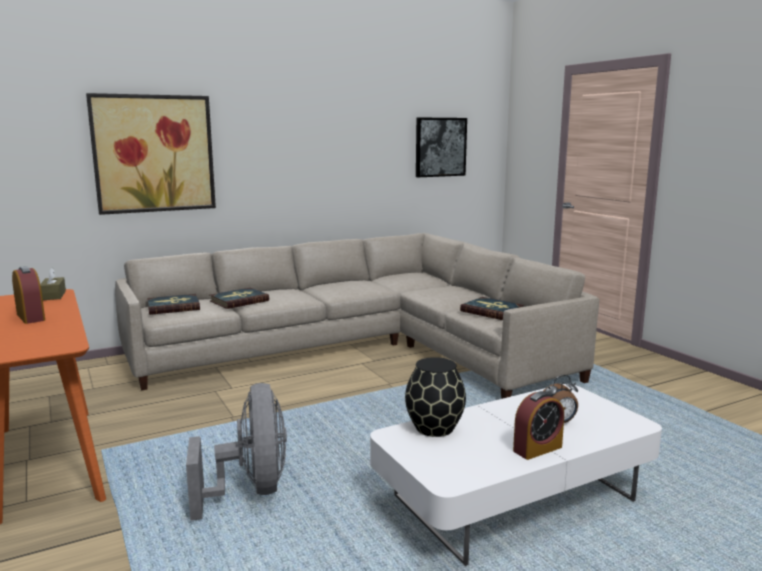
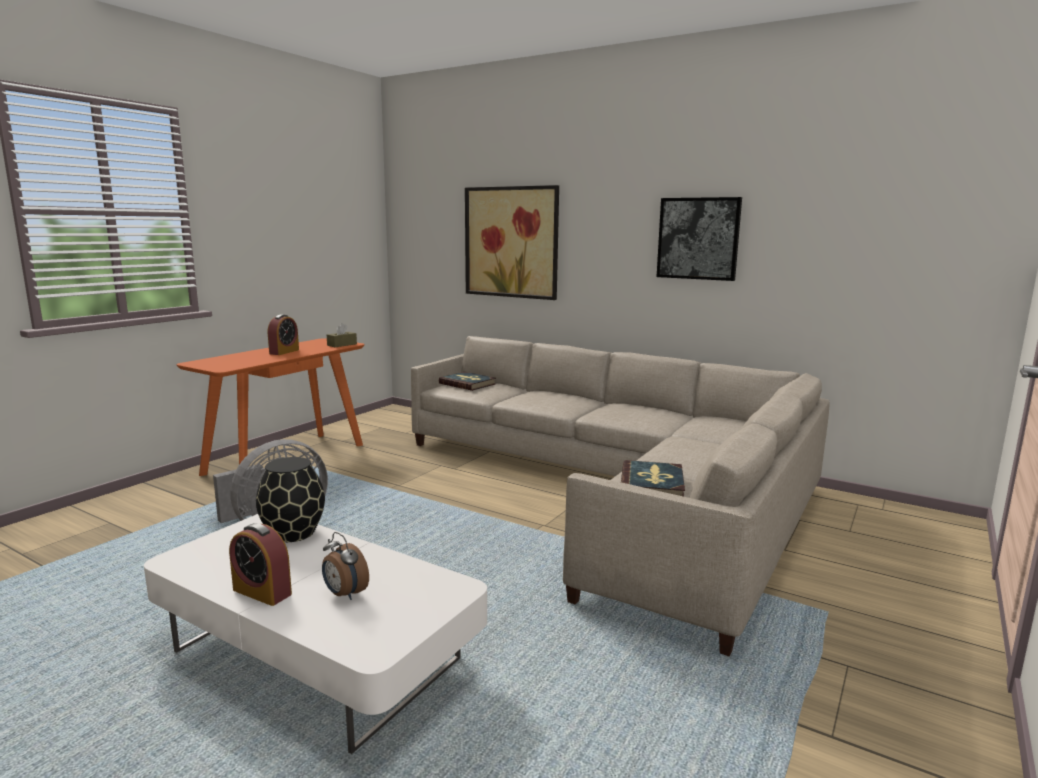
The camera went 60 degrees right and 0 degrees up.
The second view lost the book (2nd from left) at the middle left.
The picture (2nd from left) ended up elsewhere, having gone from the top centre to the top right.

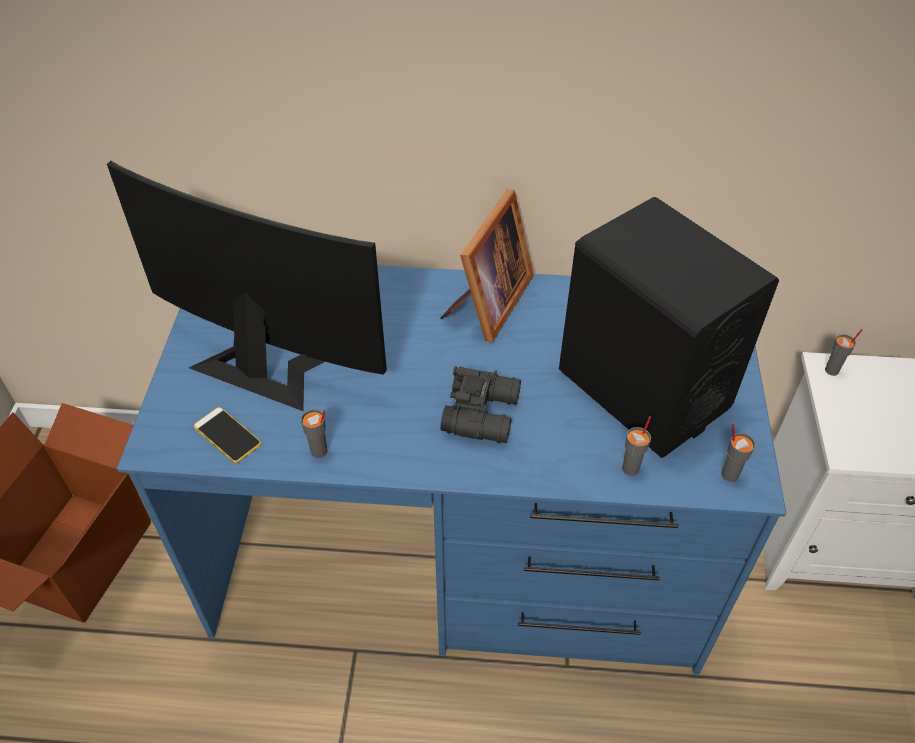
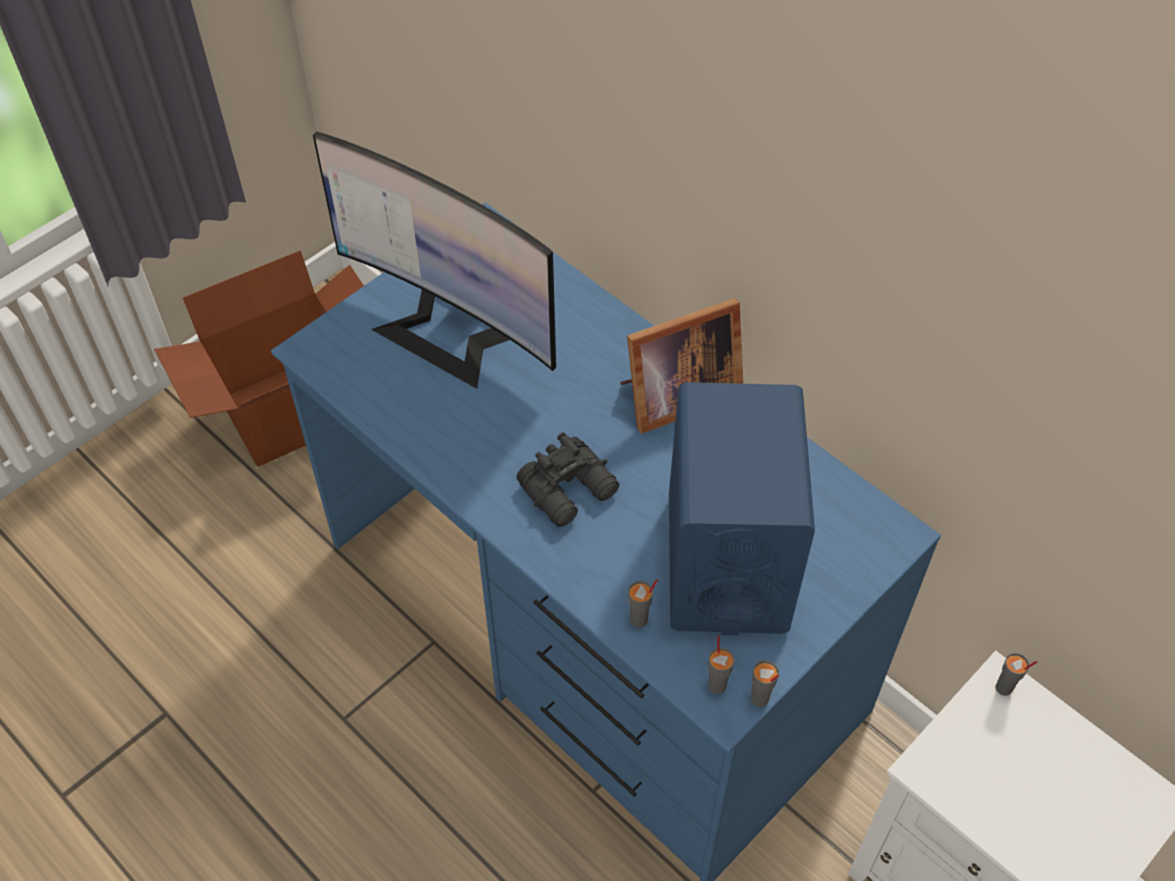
The camera went 40 degrees right and 5 degrees up.
The monitor at the middle left ended up facing another way, 150 degrees clockwise from before.
The second view lost the phone at the middle left.
The cup in grey (1st from left in the first image) ended up elsewhere, having gone from the centre to the bottom centre.
What was the speaker in black at the middle right turned into the speaker in blue at the centre.

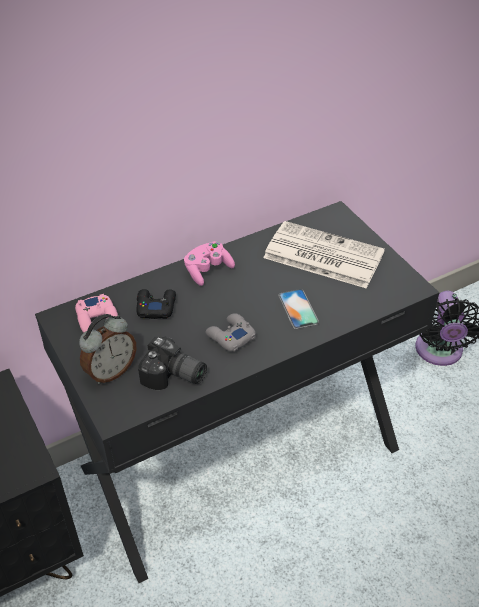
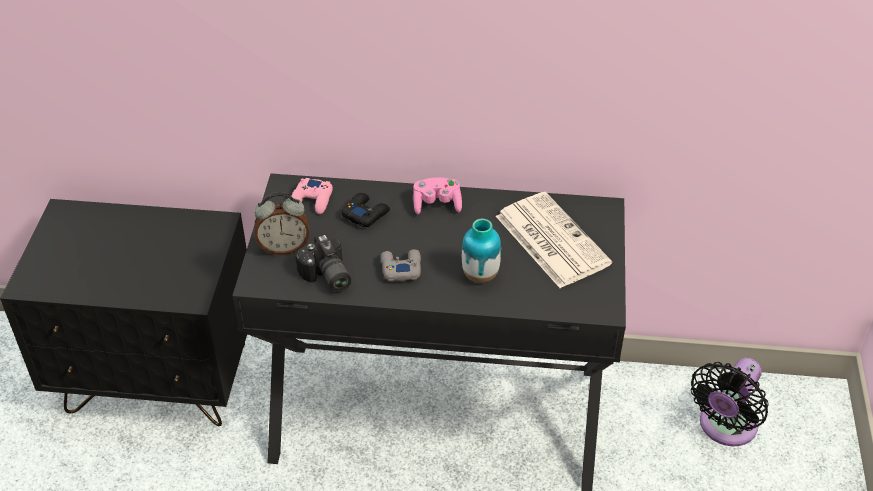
The camera went 35 degrees right and 0 degrees up.
Where the phone stood at the centre, the vase came to stand at the centre.

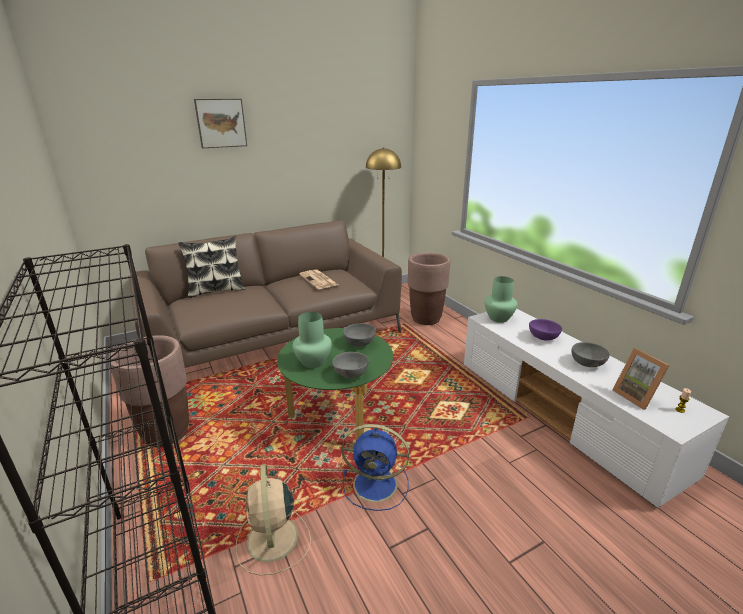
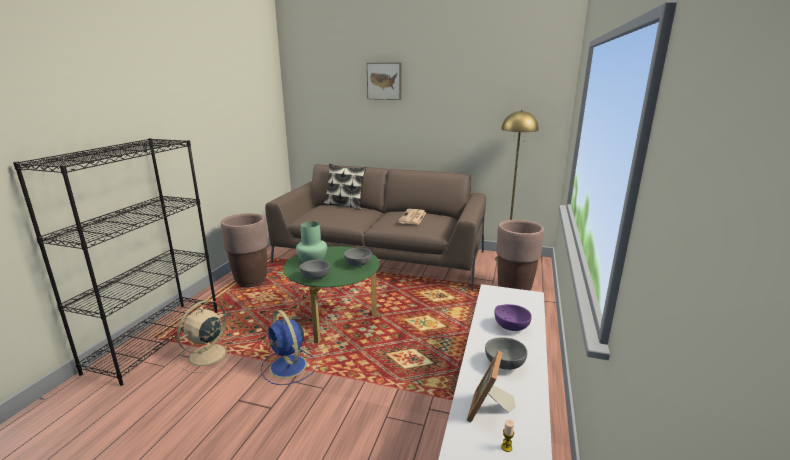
The camera went 45 degrees right and 5 degrees down.
The second view lost the vase in green (2nd from left) at the middle right.

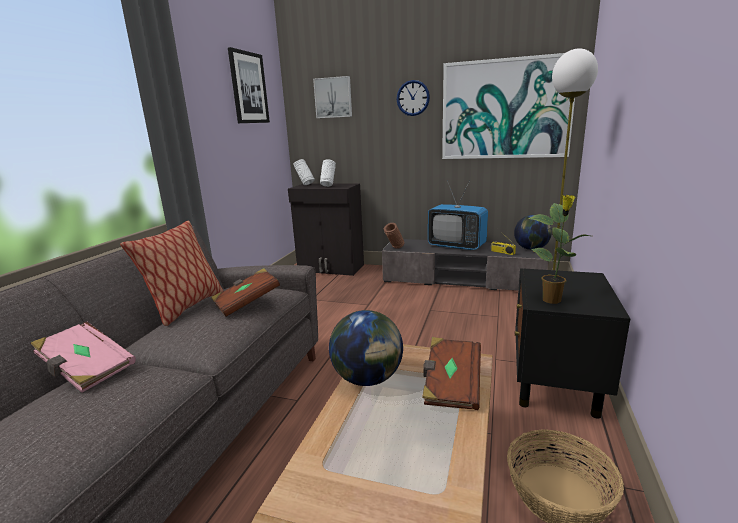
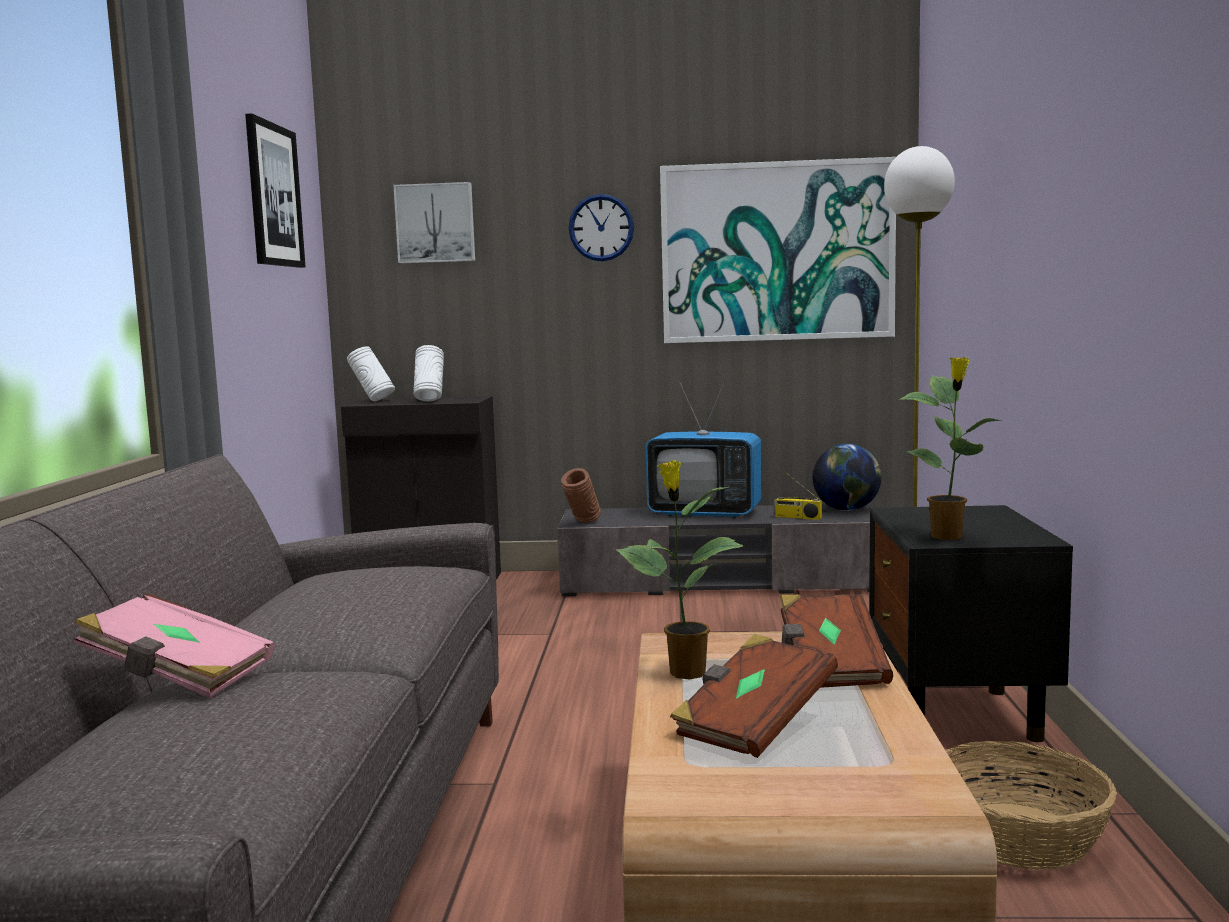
The camera went 15 degrees left and 10 degrees down.
The second view lost the pillow at the middle left.
The book in brown (1st from left) ended up elsewhere, having gone from the middle left to the bottom centre.
Where the globe (1st from left) stood at the centre, the potted plant (1st from left) came to stand at the centre.

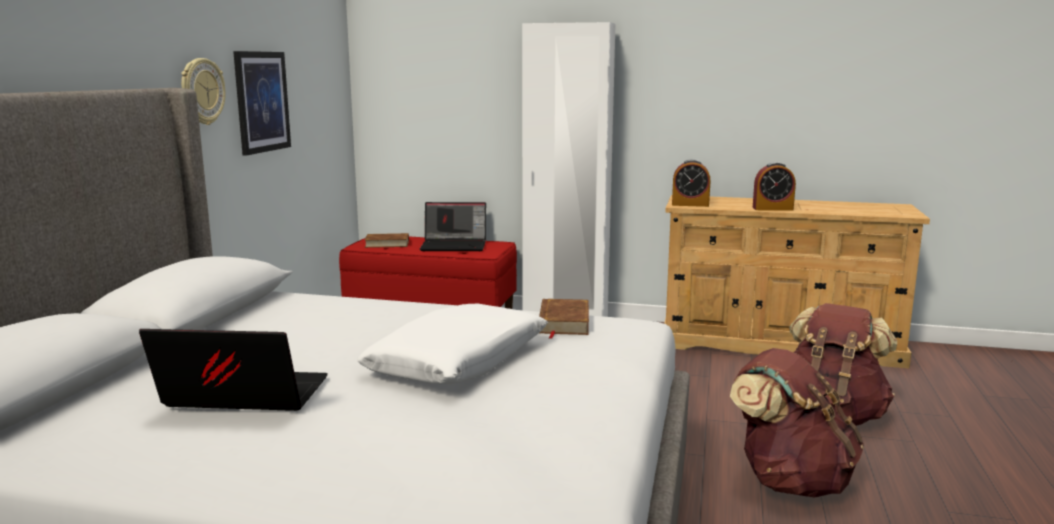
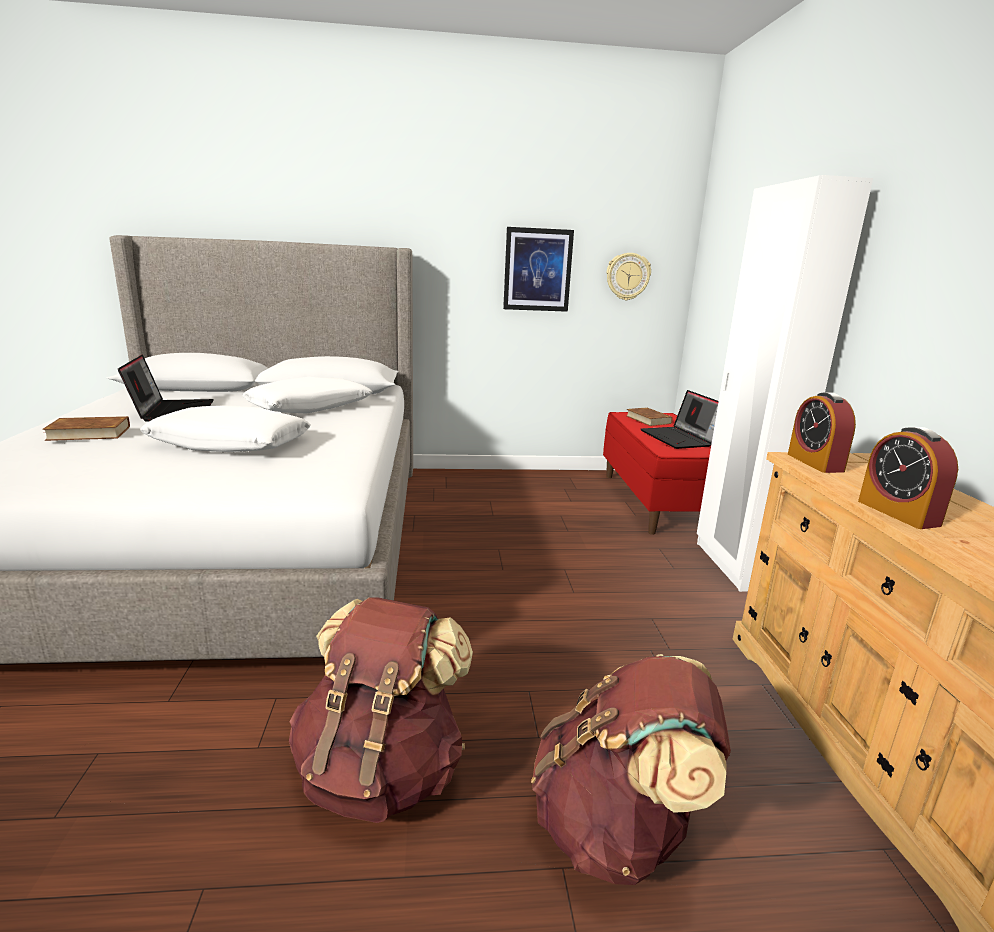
The camera went 70 degrees right and 5 degrees up.
The wall clock ended up elsewhere, having gone from the top left to the top centre.
The book in brown (2nd from left in the first image) ended up elsewhere, having gone from the centre to the middle left.
The second view gained the pillow in white (2nd from left) at the middle left.

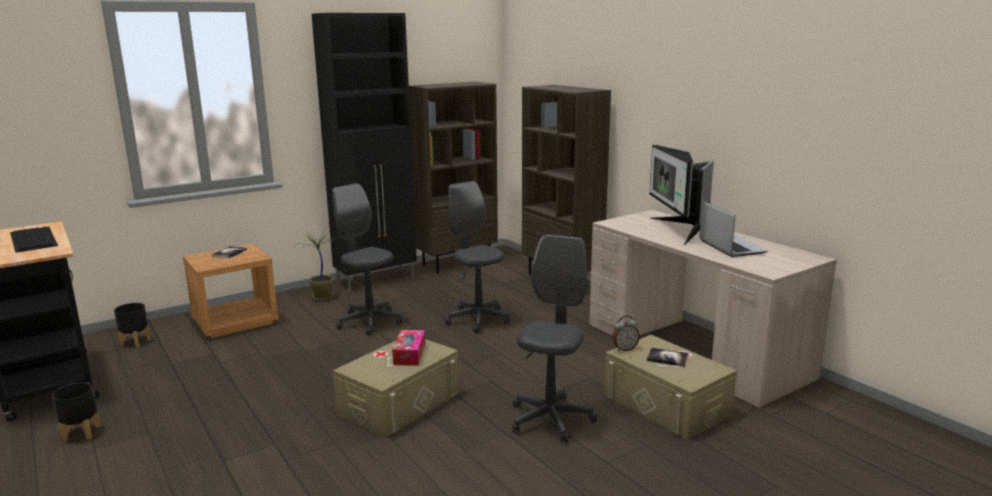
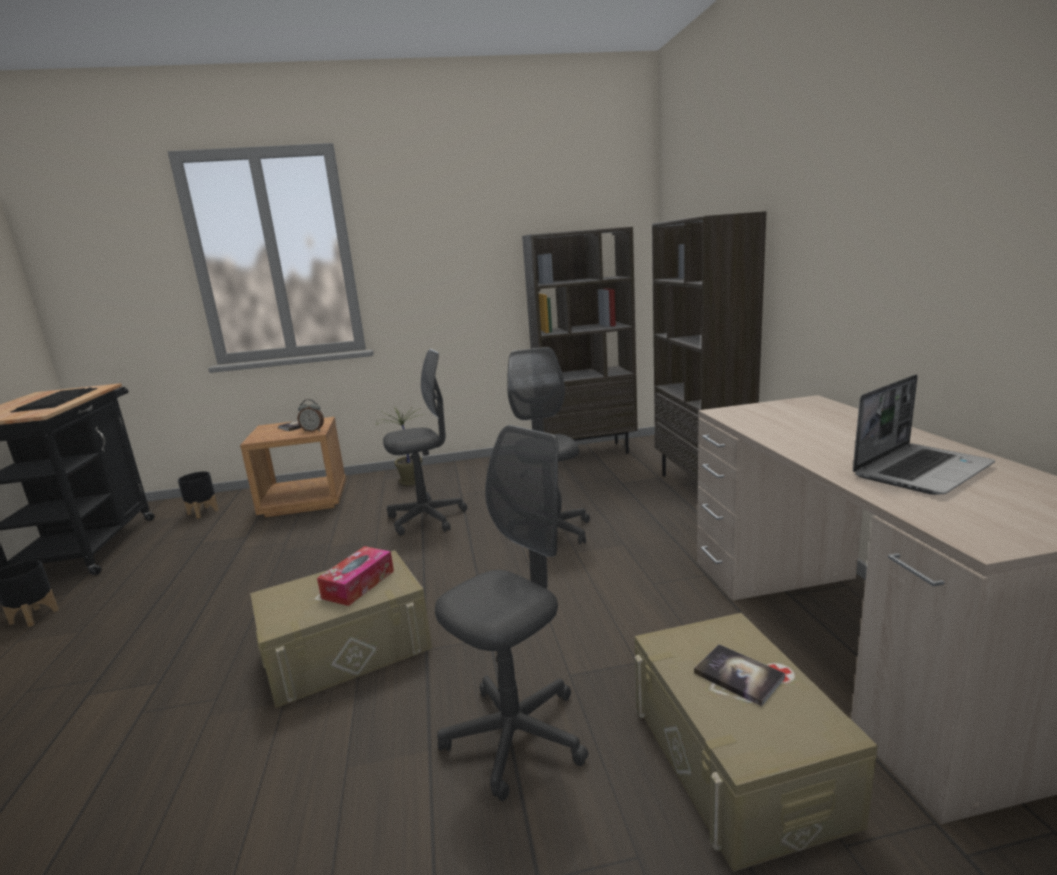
The camera went 25 degrees right and 0 degrees up.
The second view lost the cabinet in black at the top centre.
The office chair in grey (1st from left) at the centre ended up facing another way, 90 degrees clockwise from before.
The alarm clock ended up elsewhere, having gone from the bottom centre to the middle left.
The second view lost the monitor at the middle right.
The laptop at the middle right ended up facing another way, 45 degrees clockwise from before.

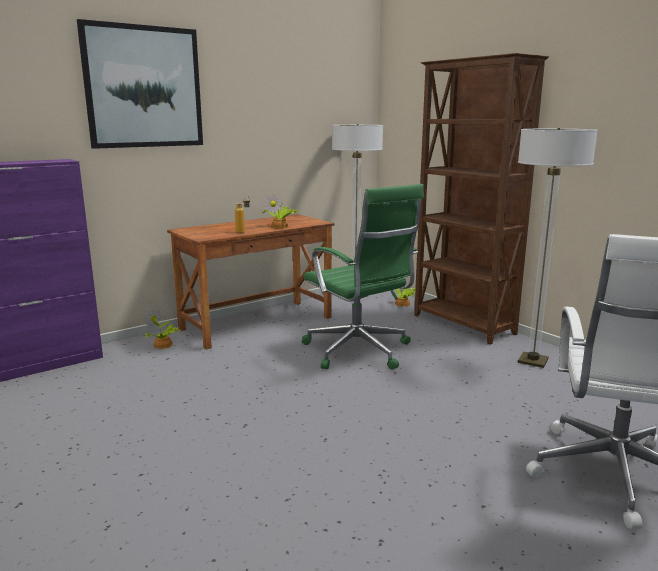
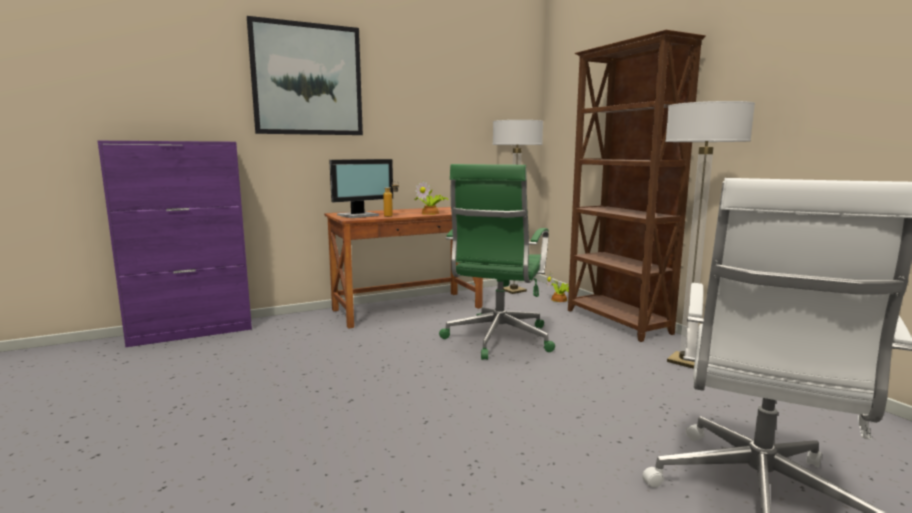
The camera went 10 degrees right and 5 degrees down.
The second view lost the potted plant (1st from left) at the middle left.
The office chair in green at the centre ended up facing another way, 45 degrees clockwise from before.
The second view gained the monitor at the centre.

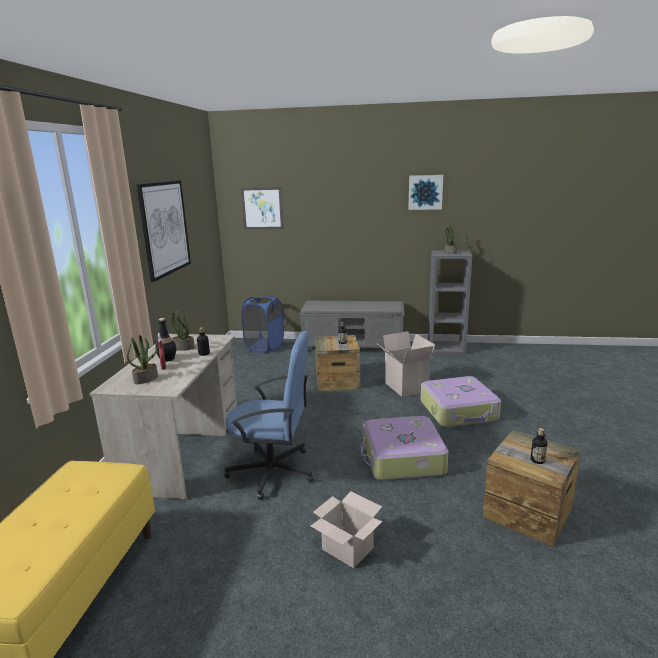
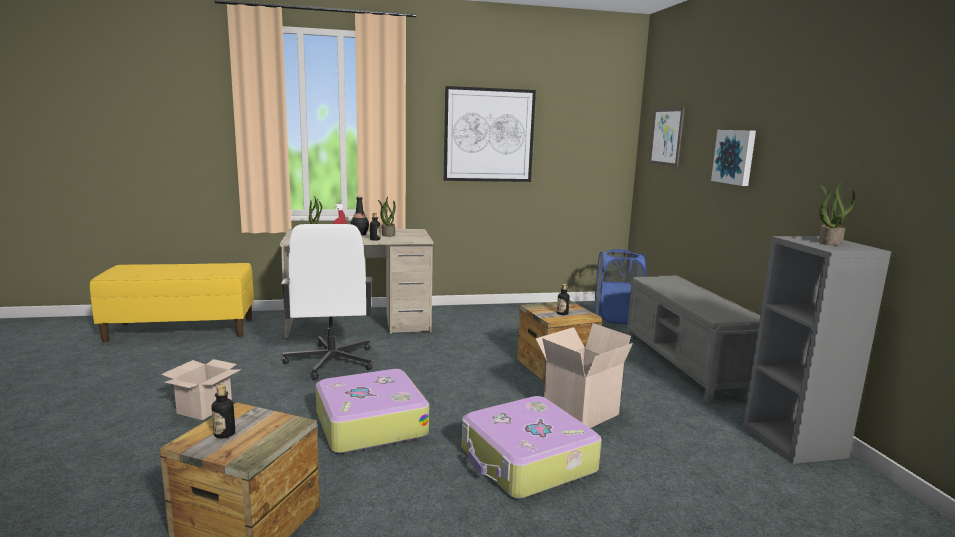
The camera went 70 degrees right and 5 degrees down.
What was the office chair in blue at the centre turned into the office chair in white at the centre.
The picture (3rd from left) ended up elsewhere, having gone from the top centre to the top right.

